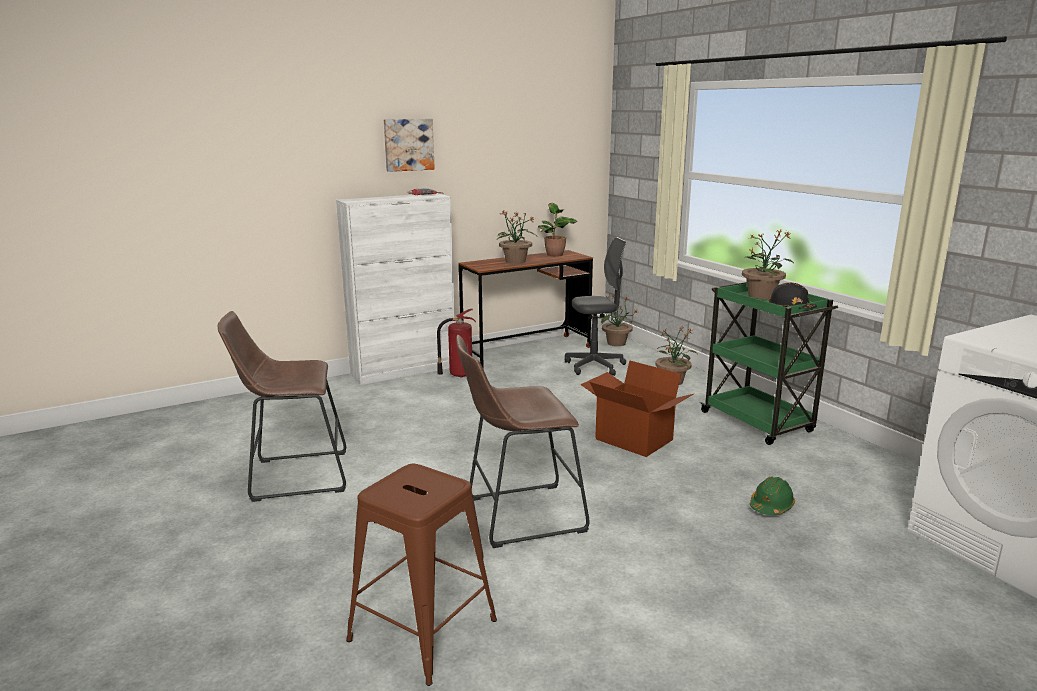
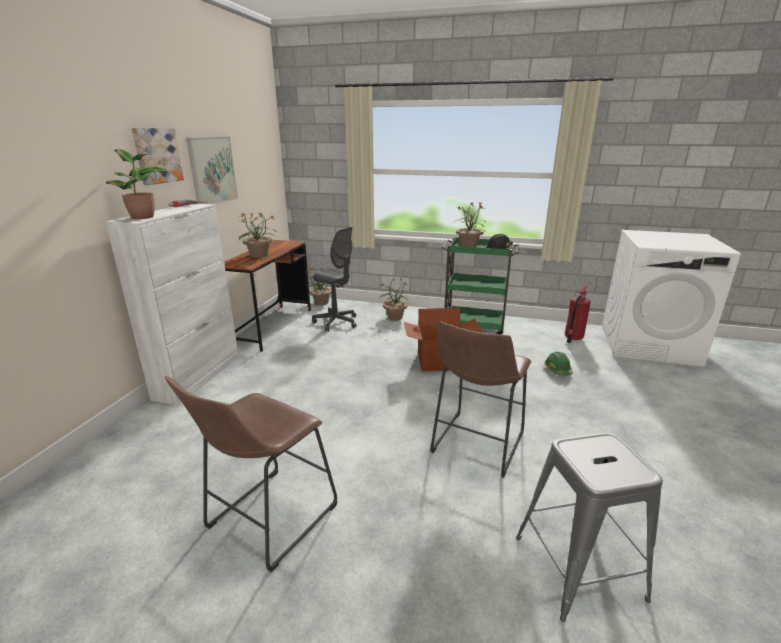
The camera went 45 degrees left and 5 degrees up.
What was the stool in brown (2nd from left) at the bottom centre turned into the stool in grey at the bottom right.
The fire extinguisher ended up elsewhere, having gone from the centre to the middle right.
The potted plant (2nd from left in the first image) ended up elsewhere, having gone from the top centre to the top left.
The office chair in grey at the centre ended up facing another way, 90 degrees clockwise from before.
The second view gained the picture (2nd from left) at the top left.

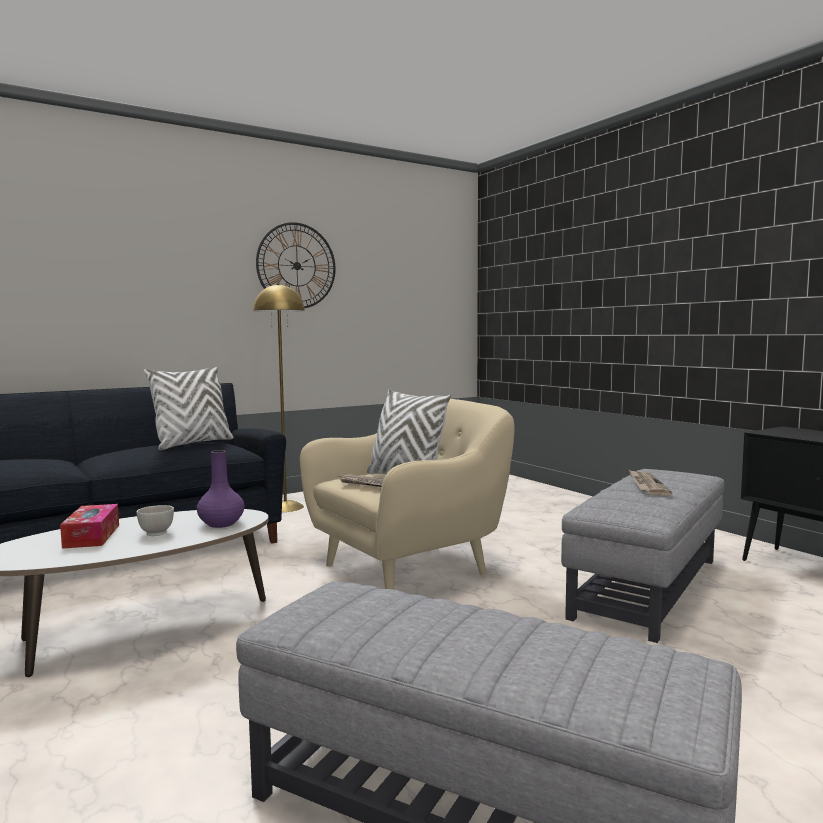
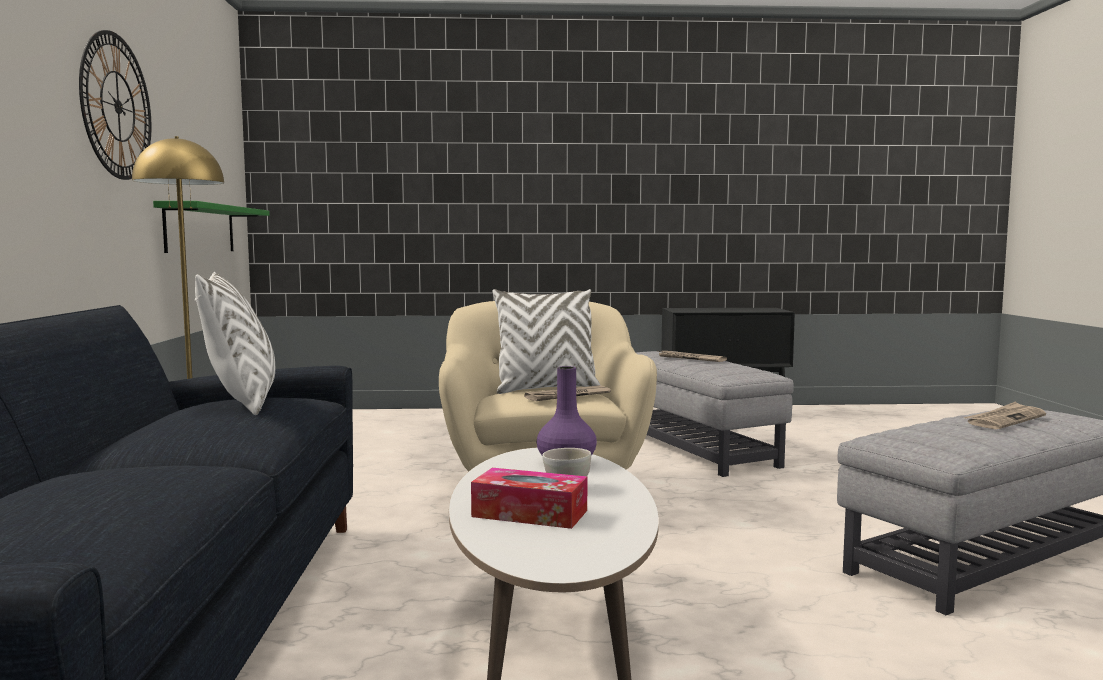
The camera went 60 degrees left and 0 degrees up.
The second view gained the shelf in green at the middle left.
The second view gained the newspaper (3rd from left) at the middle right.

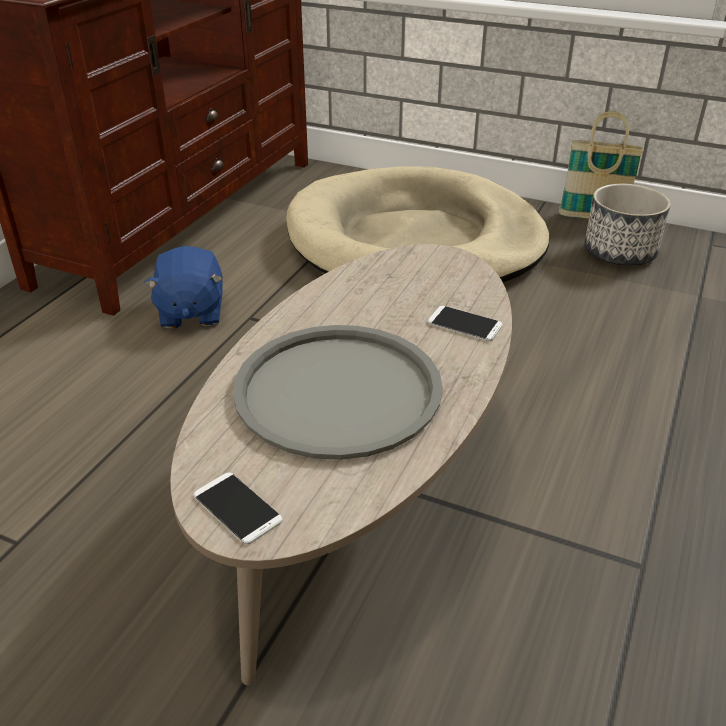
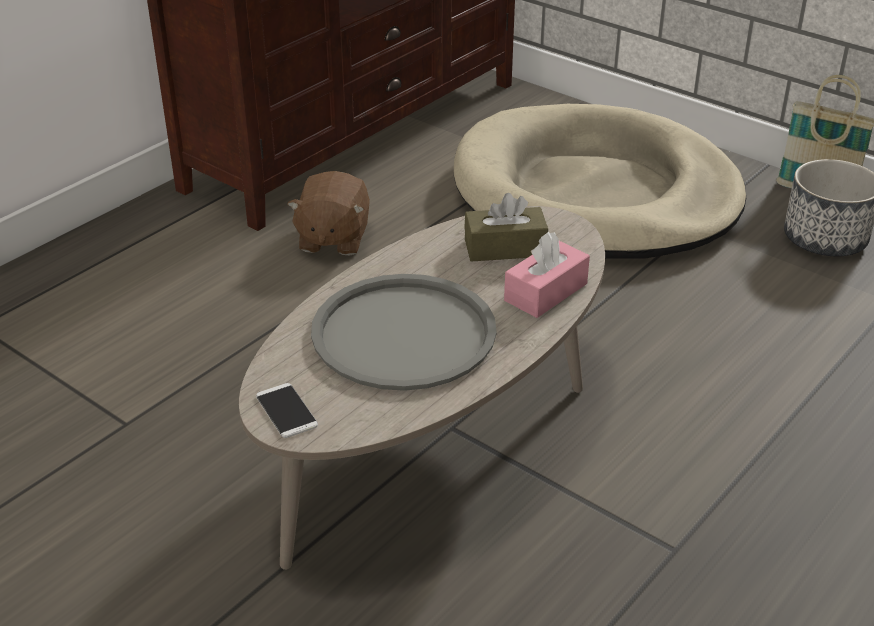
The camera went 15 degrees right and 0 degrees up.
What was the plush toy in blue at the middle left turned into the plush toy in brown at the centre.
Where the phone (2nd from left) stood at the centre, the tissue box in pink came to stand at the centre.
The second view gained the tissue box in brown at the centre.

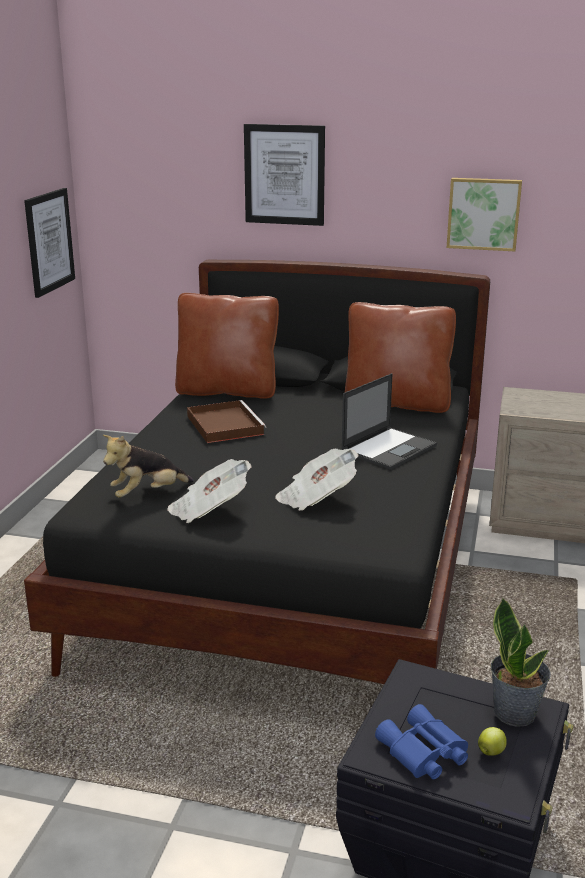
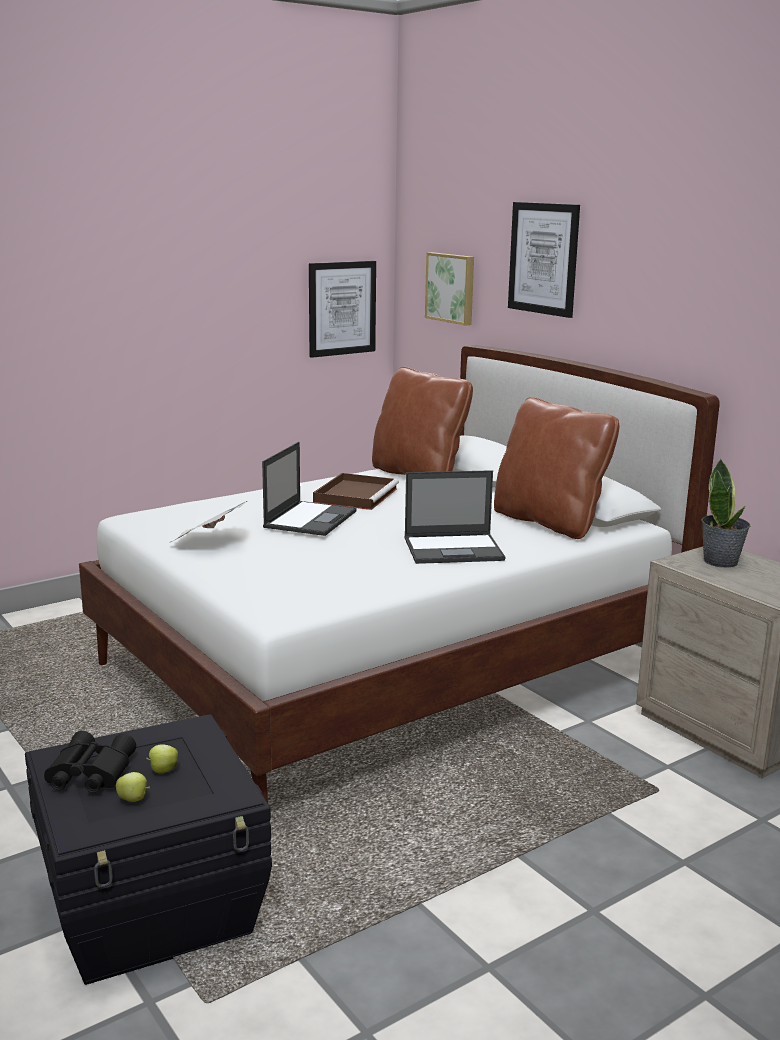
The camera went 40 degrees right and 5 degrees down.
What was the bed in black at the centre turned into the bed in white at the centre.
The second view lost the plush toy at the middle left.
The second view lost the newspaper (2nd from left) at the centre.
What was the binoculars in blue at the bottom right turned into the binoculars in black at the bottom left.
The picture (3rd from left in the first image) ended up elsewhere, having gone from the top right to the top centre.
The potted plant ended up elsewhere, having gone from the bottom right to the middle right.
The second view gained the apple (2nd from left) at the bottom left.
The second view gained the laptop (1st from left) at the centre.

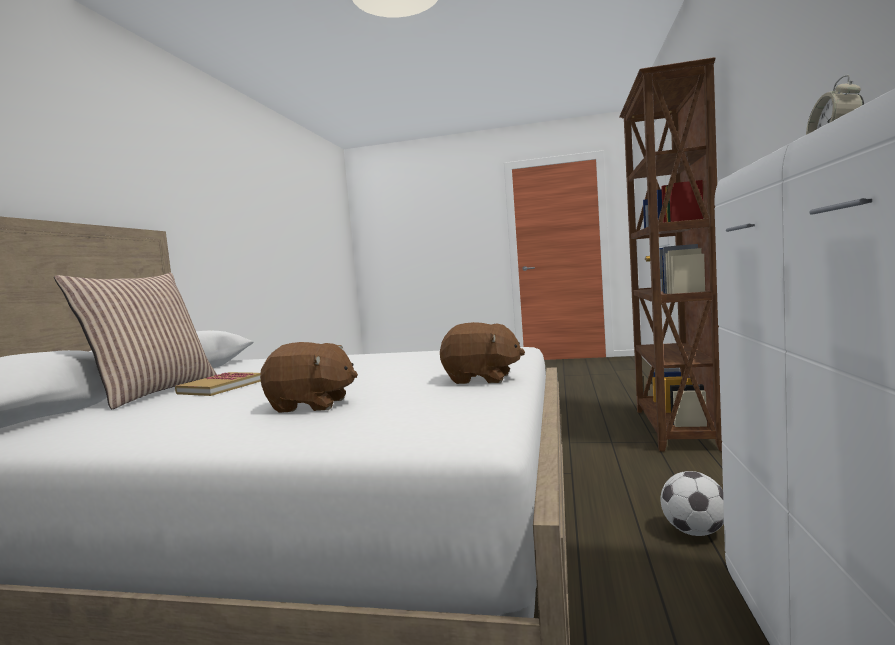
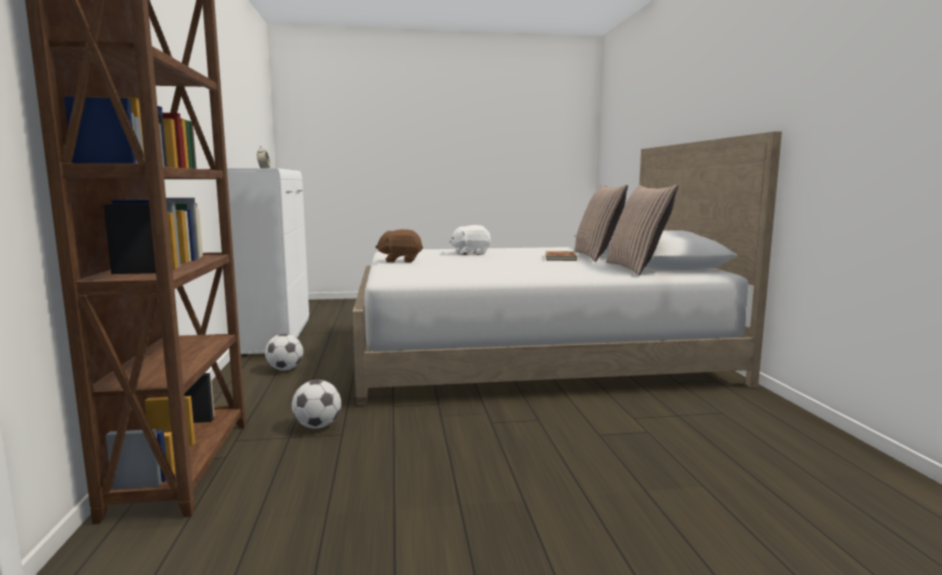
The camera went 160 degrees right and 5 degrees up.
What was the plush toy in brown (1st from left) at the centre turned into the plush toy in white at the centre.
The second view gained the football (2nd from left) at the bottom centre.
The second view gained the pillow (2nd from left) at the middle right.

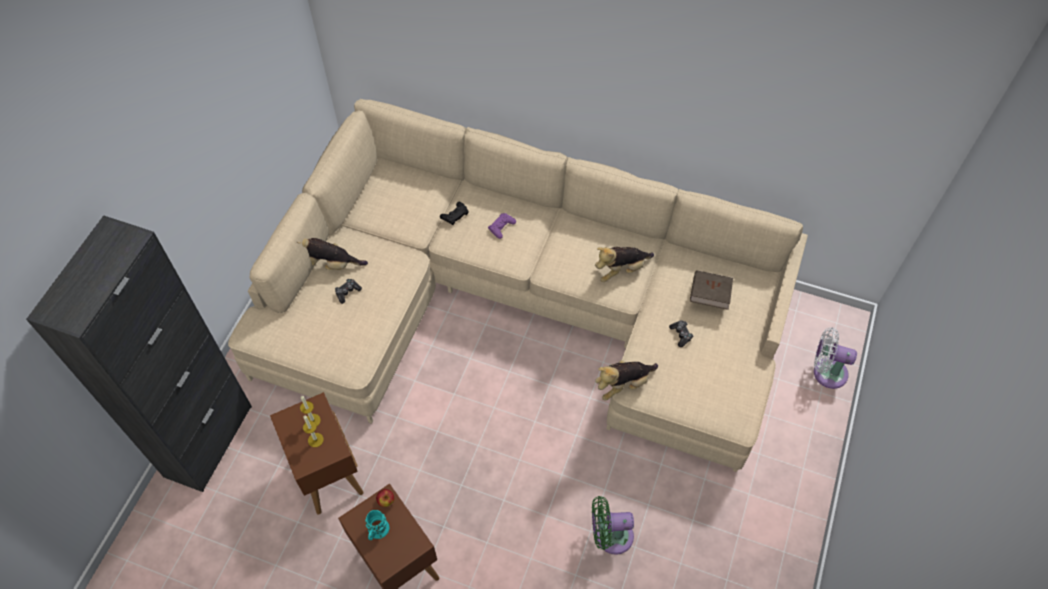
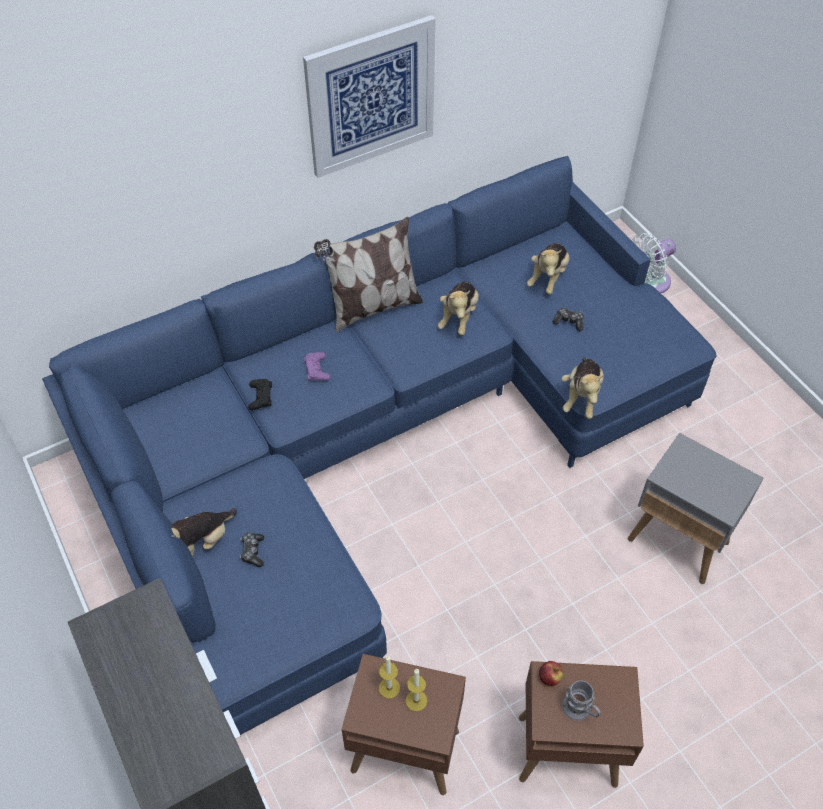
The camera went 50 degrees left and 5 degrees down.
What was the sofa in beige at the centre turned into the sofa in blue at the centre.
What was the mug in turquoise at the bottom centre turned into the mug in grey at the bottom right.
Where the fan in green stood at the bottom centre, the side table in grey came to stand at the middle right.
Where the book in brown stood at the middle right, the plush toy (3rd from left) came to stand at the top centre.
The second view gained the picture at the top centre.
The second view gained the pillow at the centre.

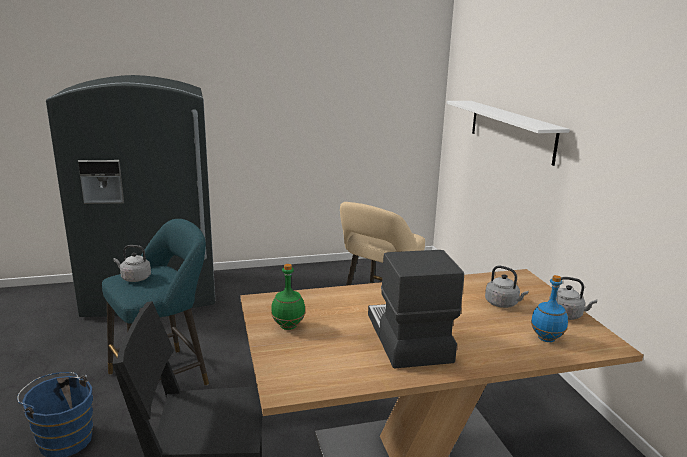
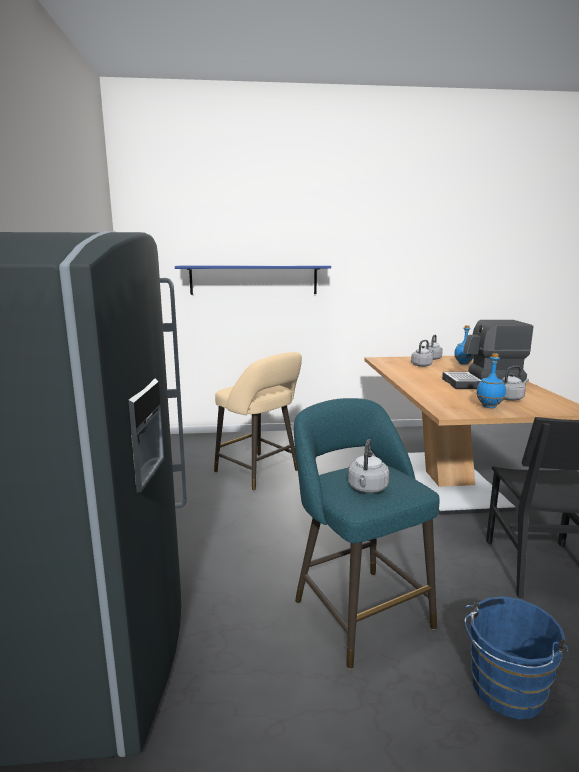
The camera went 80 degrees left and 5 degrees down.
What was the bottle in green at the centre turned into the bottle in blue (2nd from left) at the middle right.
What was the shelf in white at the top right turned into the shelf in blue at the centre.
The second view gained the kettle in grey (4th from left) at the middle right.

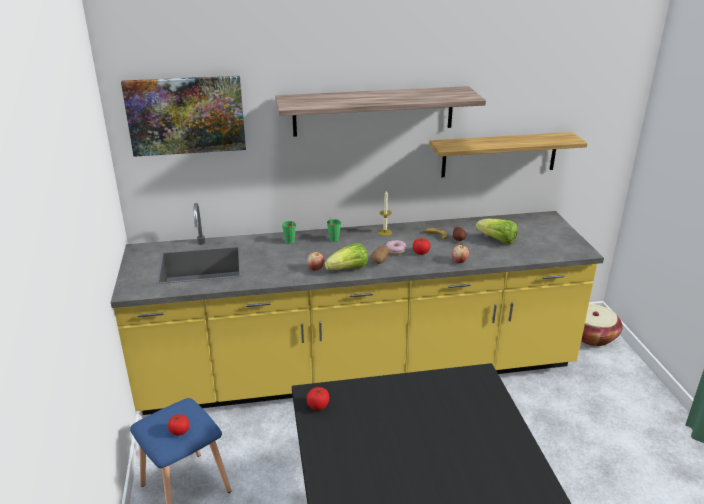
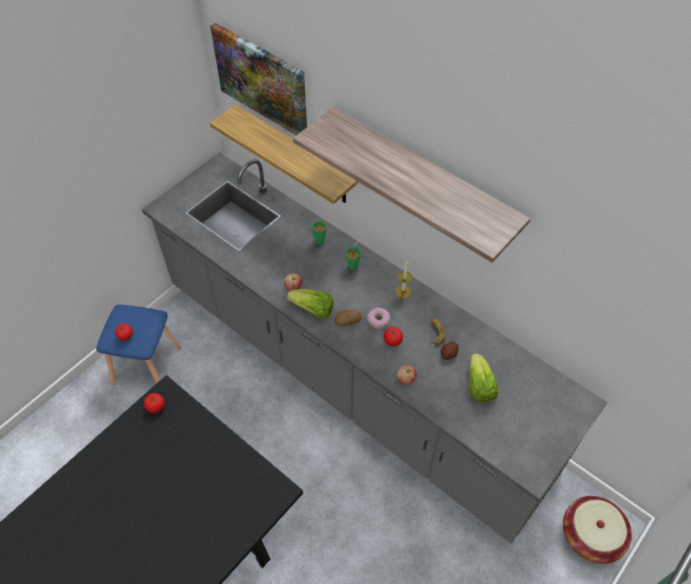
The camera went 50 degrees right and 25 degrees up.
What was the counter in yellow at the centre turned into the counter in grey at the centre.
The shelf (2nd from left in the first image) ended up elsewhere, having gone from the top right to the top centre.

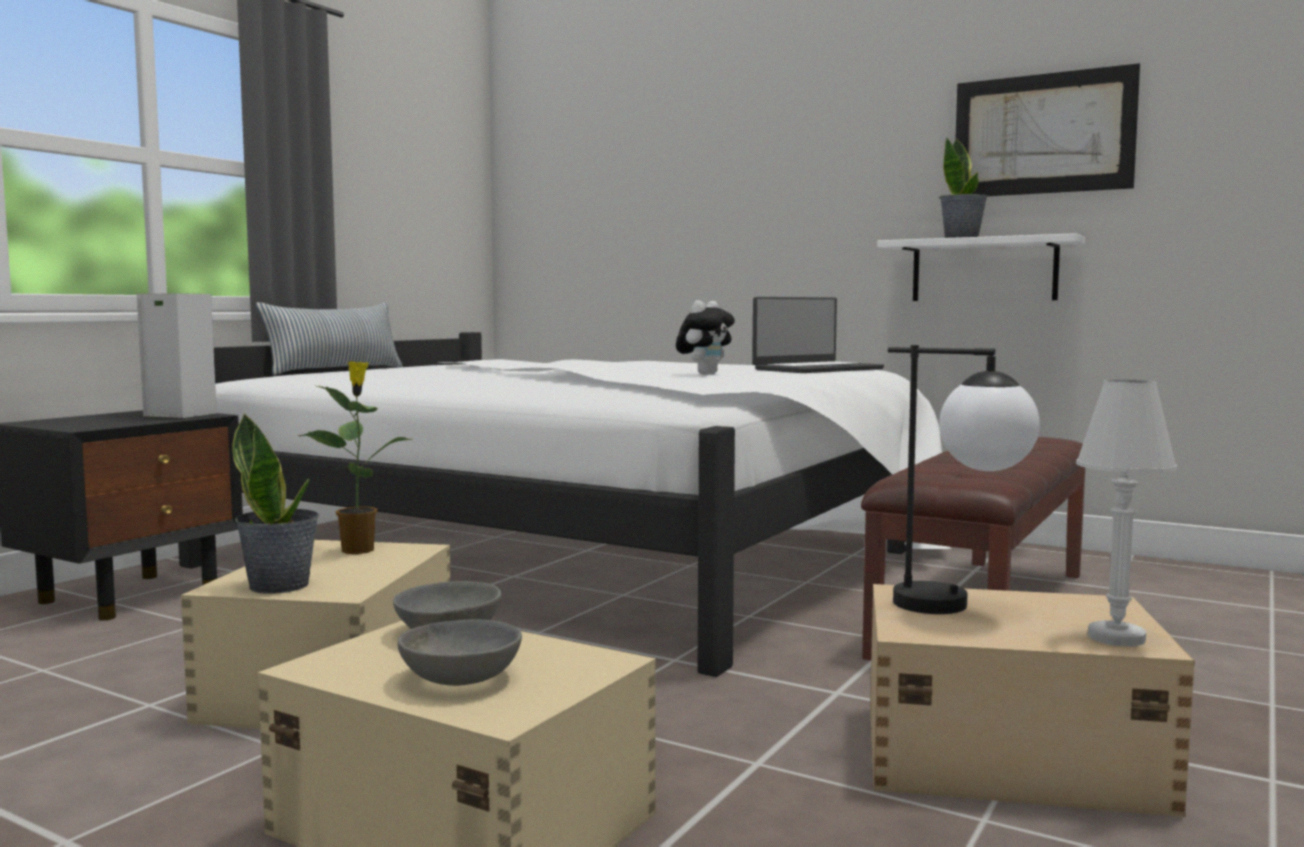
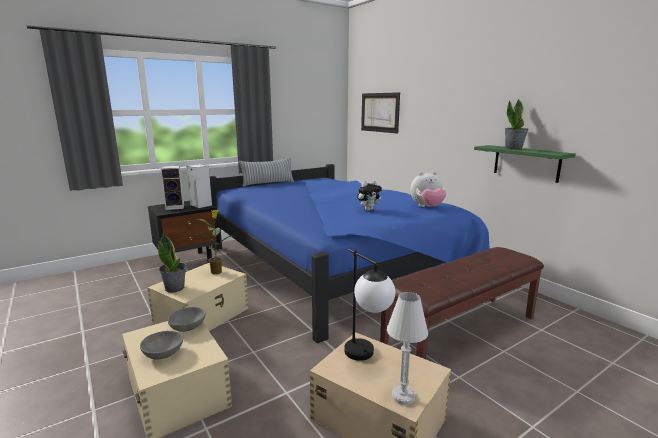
The camera went 25 degrees right and 10 degrees up.
What was the bed in white at the centre turned into the bed in blue at the centre.
Where the laptop stood at the centre, the plush toy (2nd from left) came to stand at the centre.
What was the shelf in white at the top right turned into the shelf in green at the middle right.
The picture ended up elsewhere, having gone from the top right to the top centre.
The second view gained the speaker (1st from left) at the middle left.

